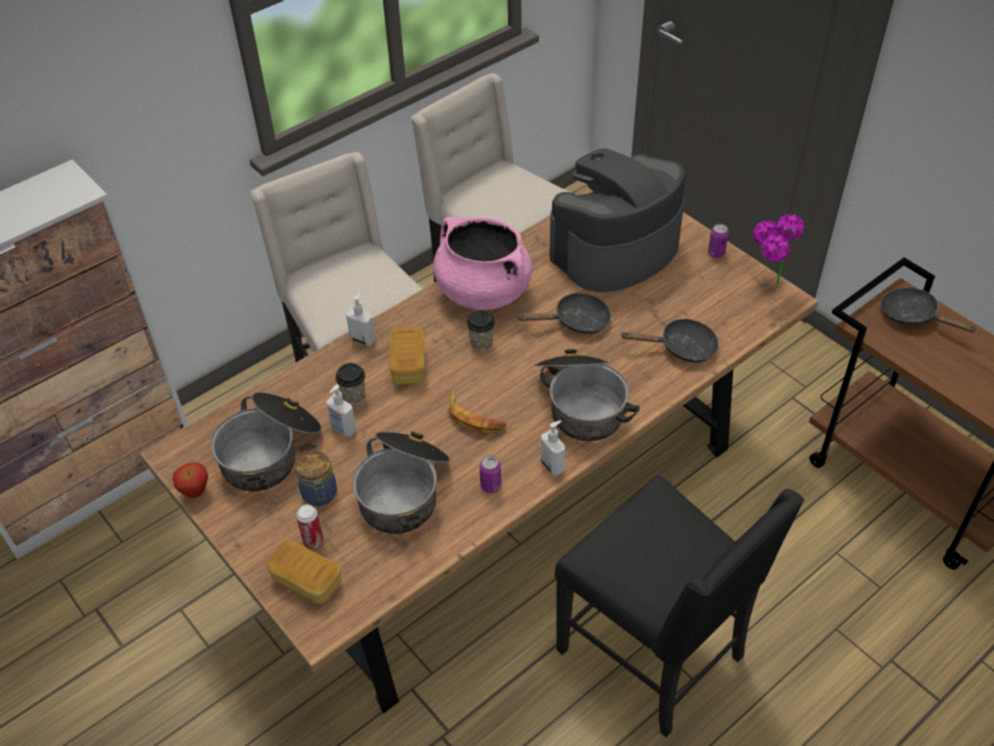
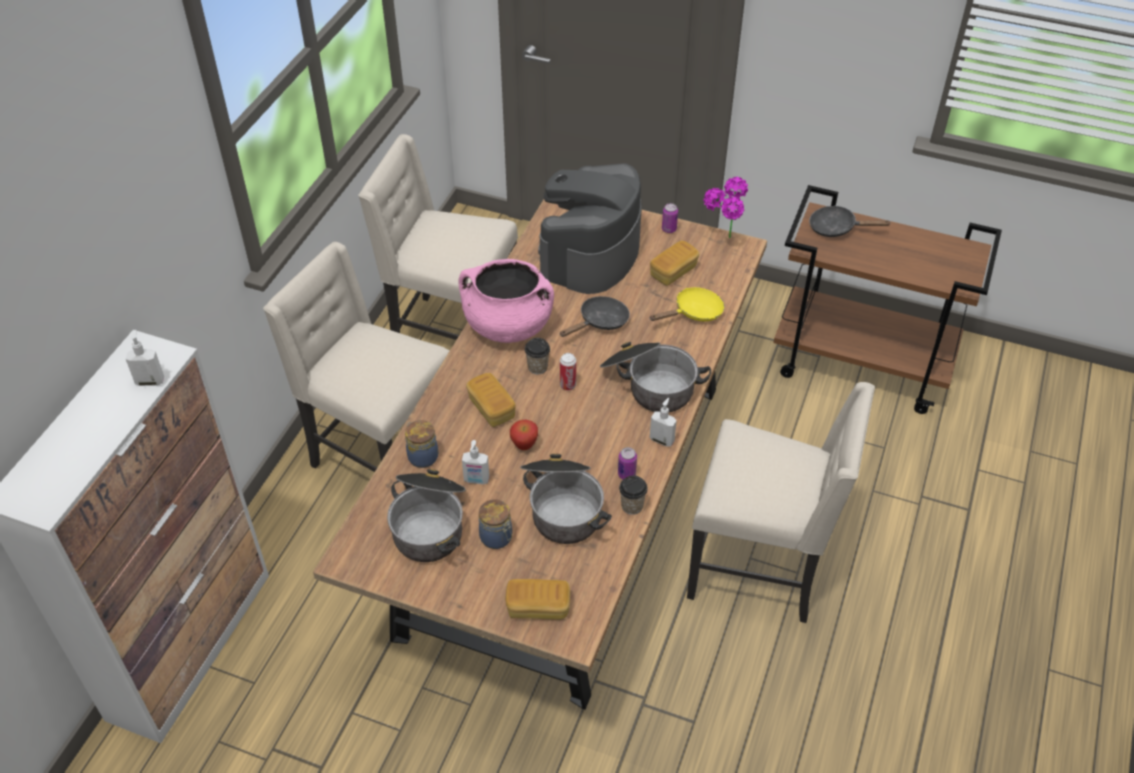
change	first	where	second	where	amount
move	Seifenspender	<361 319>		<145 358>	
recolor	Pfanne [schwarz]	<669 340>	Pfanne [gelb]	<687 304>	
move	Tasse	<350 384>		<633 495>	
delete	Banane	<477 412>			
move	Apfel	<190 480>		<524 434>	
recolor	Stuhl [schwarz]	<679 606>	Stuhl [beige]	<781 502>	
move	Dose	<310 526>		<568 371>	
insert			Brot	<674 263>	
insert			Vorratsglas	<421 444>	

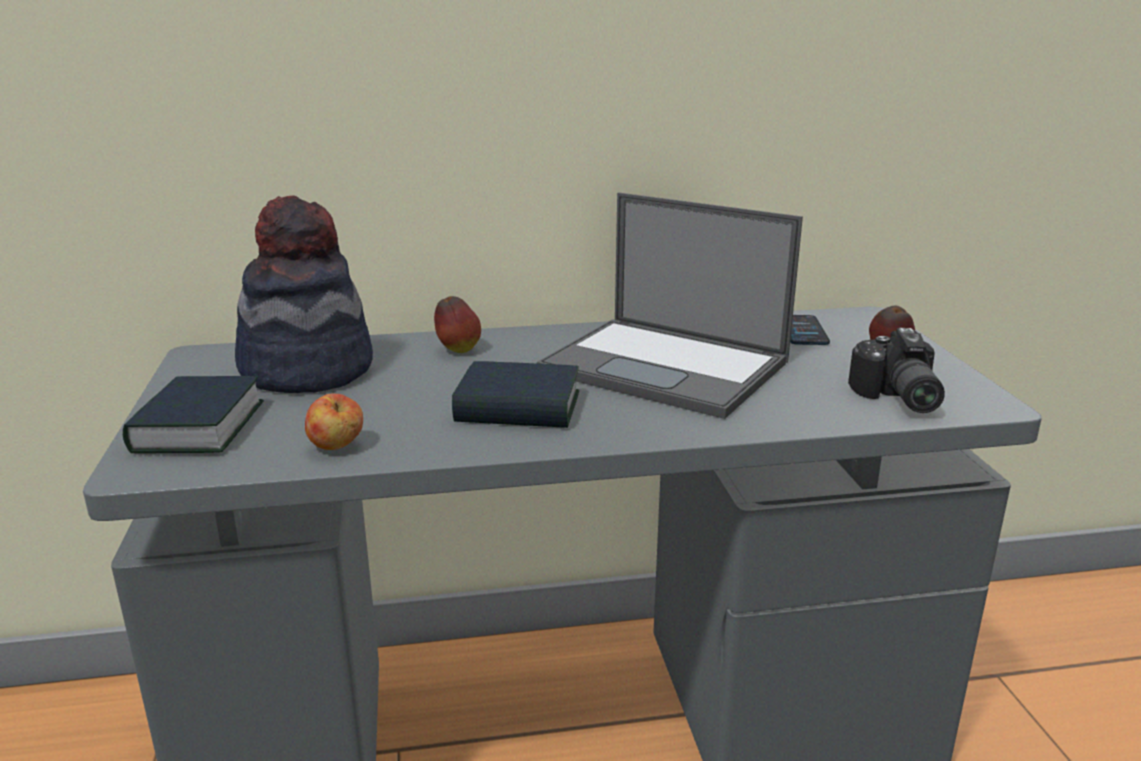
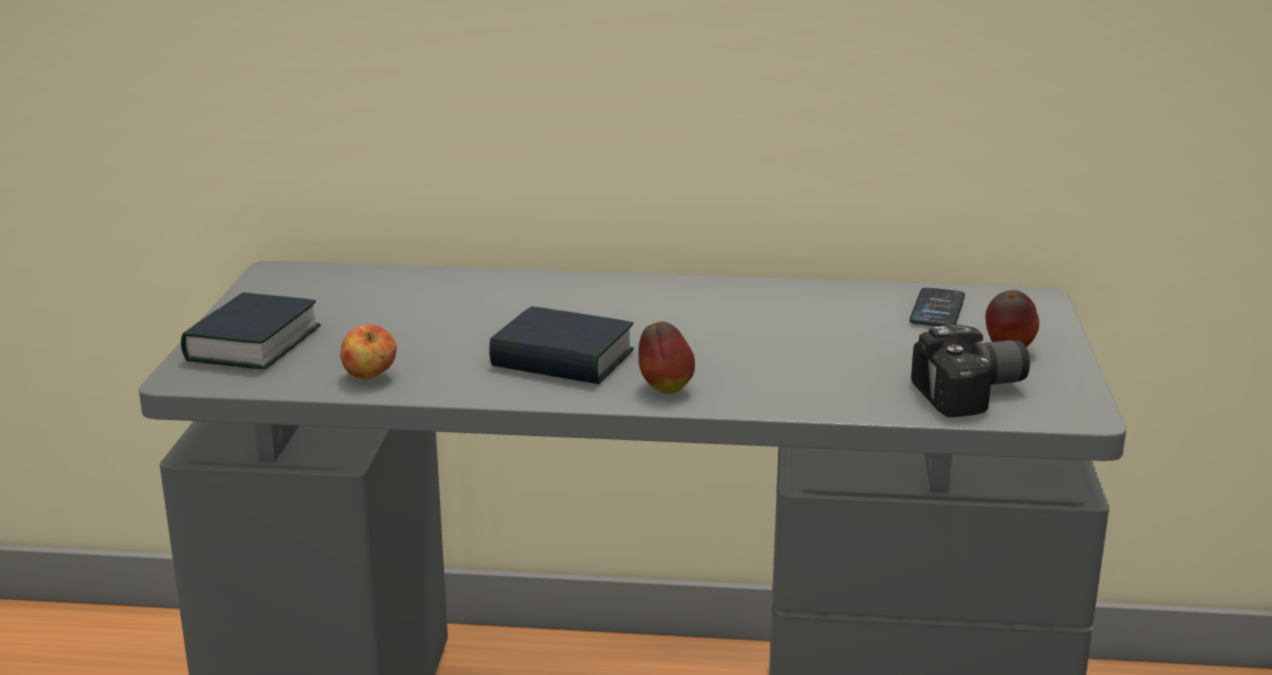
change	first	where	second	where	amount
delete	Laptop	<670 305>			
delete	Hut	<304 294>			
move	Apfel	<457 324>		<666 358>	
rotate	Kamera	<896 370>		<970 370>	120 degrees counterclockwise

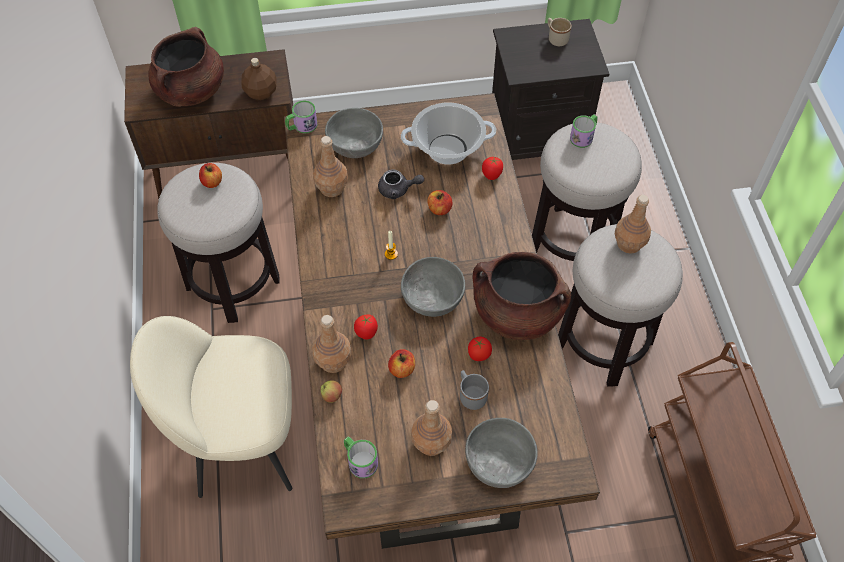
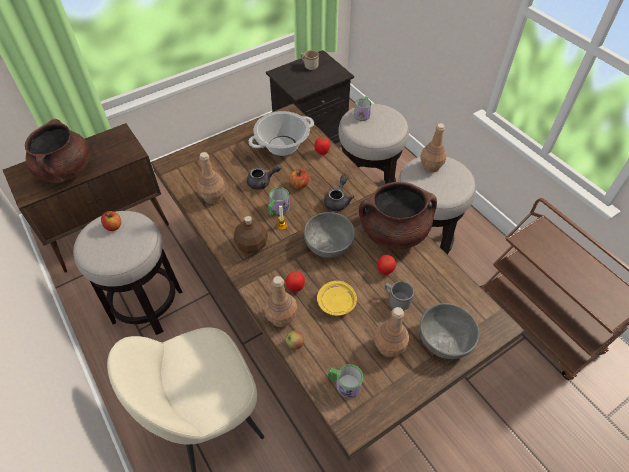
change	first	where	second	where	amount
move	Flasche [braun]	<259 79>		<251 234>	
move	Henkelbecher	<301 116>		<279 201>	
delete	Schüssel [grau]	<354 133>			
replace	Apfel	<401 363>	Teller [gelb]	<337 298>	
insert			Teekanne [grau]	<339 193>	

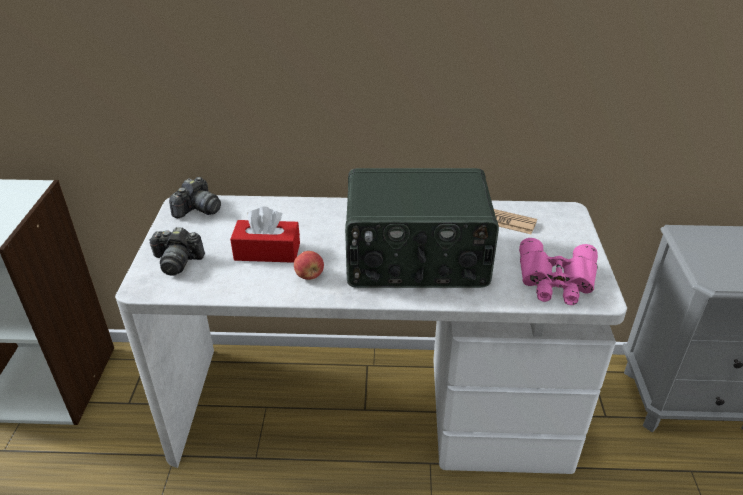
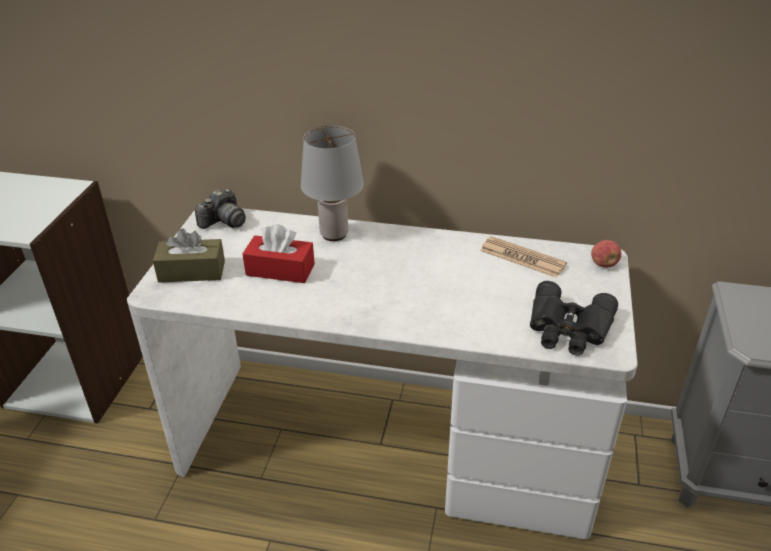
change	first	where	second	where	amount
delete	Radio	<422 228>			
replace	Kamera	<177 251>	Taschentuchbox [braun]	<189 255>	
recolor	Fernglas [rosa]	<558 271>	Fernglas [schwarz]	<574 318>	
move	Apfel	<309 265>		<606 254>	
insert			Tischlampe [grau]	<332 183>	

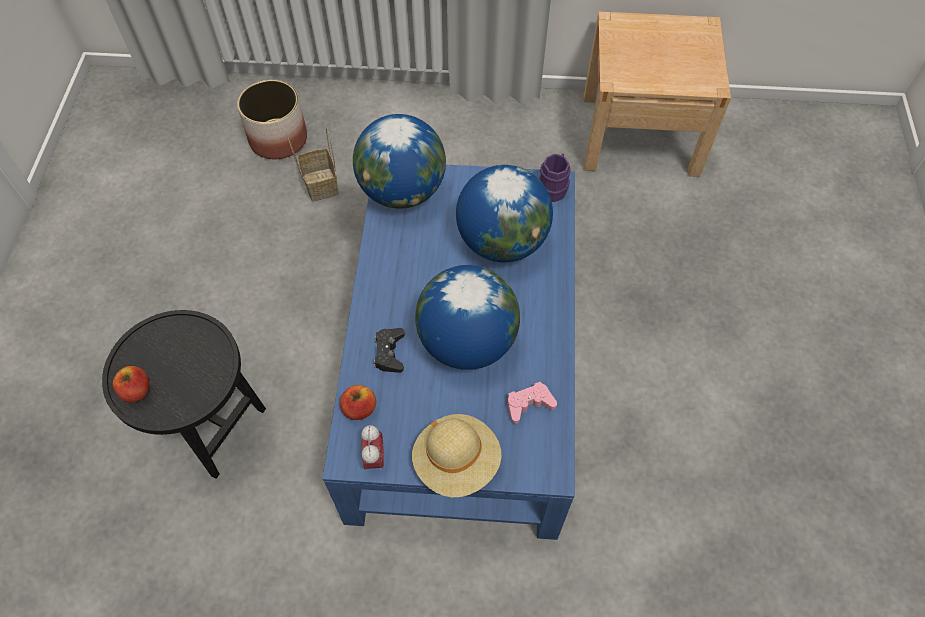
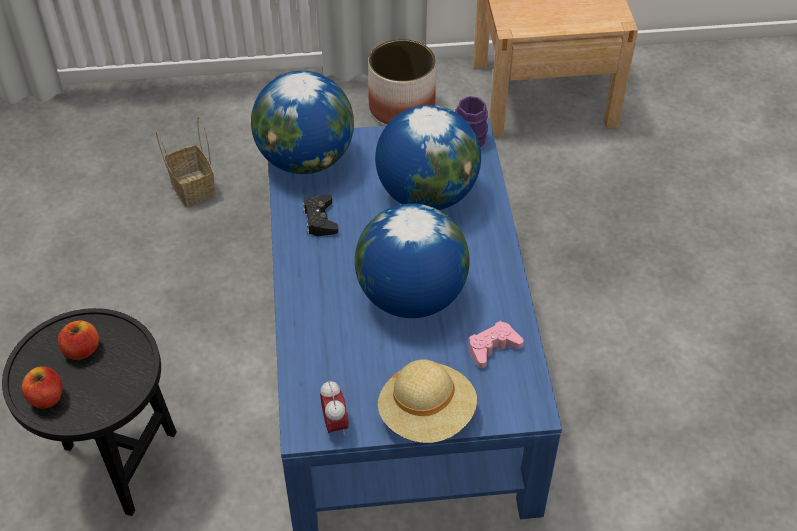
change	first	where	second	where	amount
move	Pflanzkübel	<272 119>		<402 81>	
move	Gamepad [schwarz]	<389 350>		<321 215>	
move	Apfel	<358 402>		<78 340>	

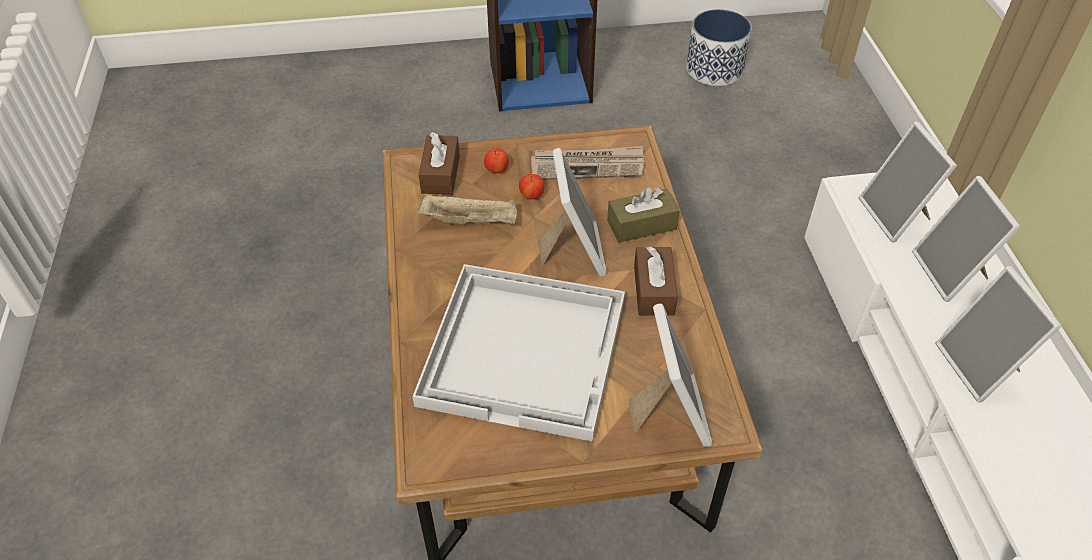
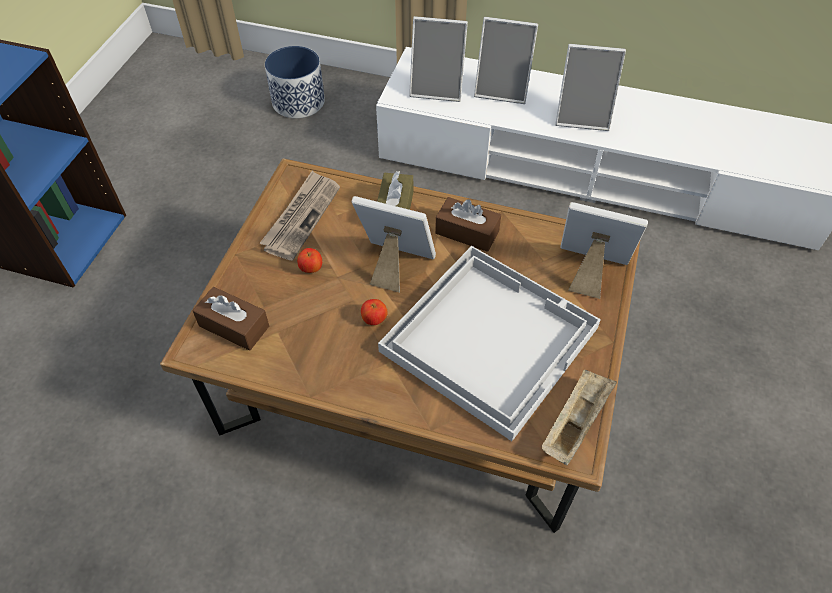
change	first	where	second	where	amount
move	Pflanzkübel	<719 47>		<295 82>	
move	Apfel	<496 160>		<374 312>	
move	Tablett [beige]	<467 210>		<579 417>	

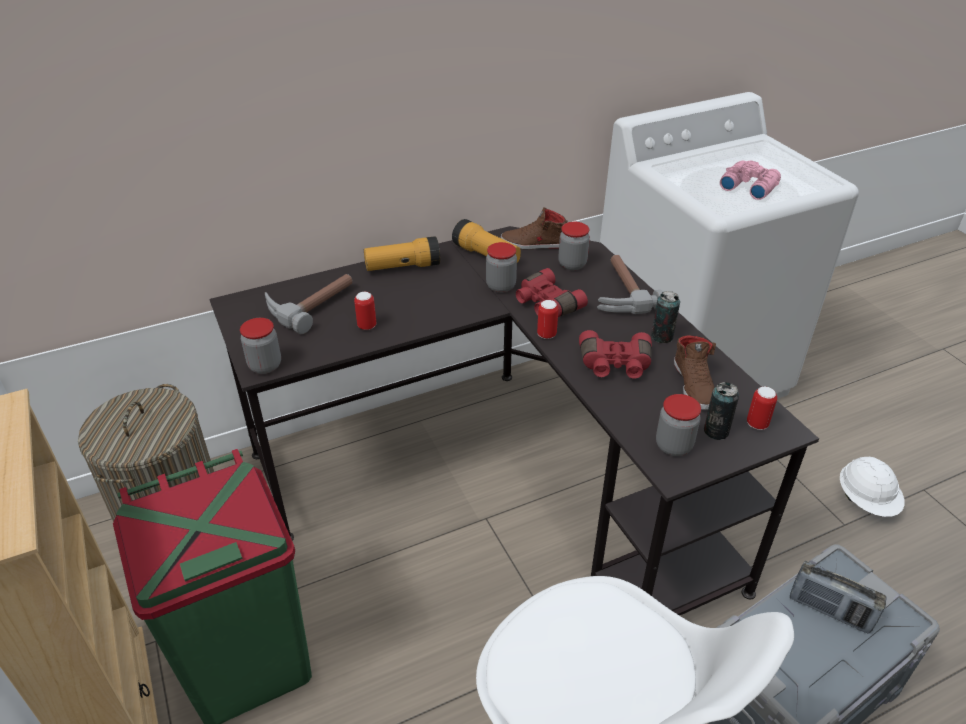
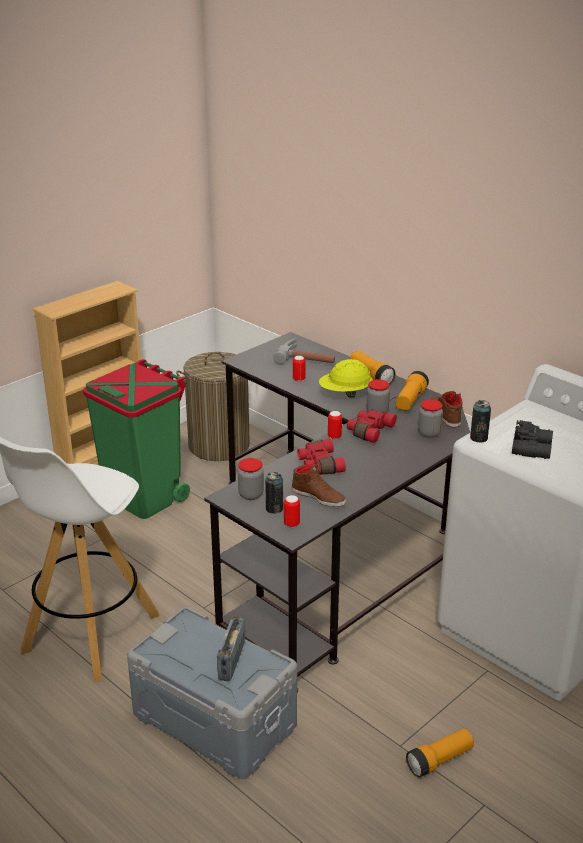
change	first	where	second	where	amount
recolor	Fernglas [rosa]	<750 180>	Fernglas [schwarz]	<532 439>	
delete	Hammer	<630 284>			
move	Dose	<665 317>		<480 421>	
delete	Vorratsglas	<260 346>			
rotate	Schuh [braun]	<695 372>		<318 485>	120 degrees counterclockwise
replace	Schutzhelm [weiß]	<872 487>	Taschenlampe	<440 753>	
insert			Schutzhelm [gelb]	<346 378>	

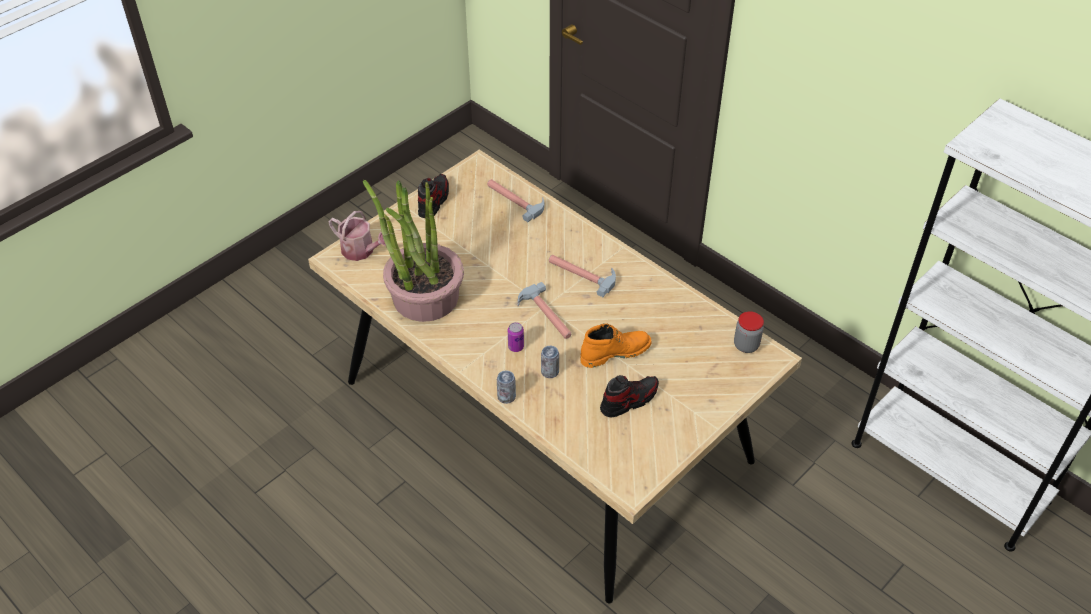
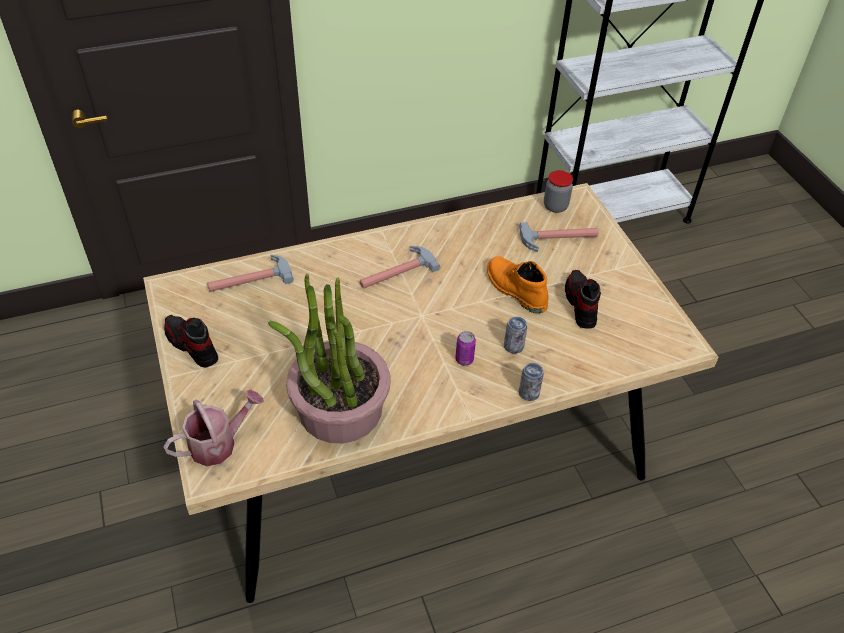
change	first	where	second	where	amount
move	Hammer	<544 310>		<559 237>	
rotate	Stiefel [orange]	<615 345>		<517 284>	45 degrees counterclockwise

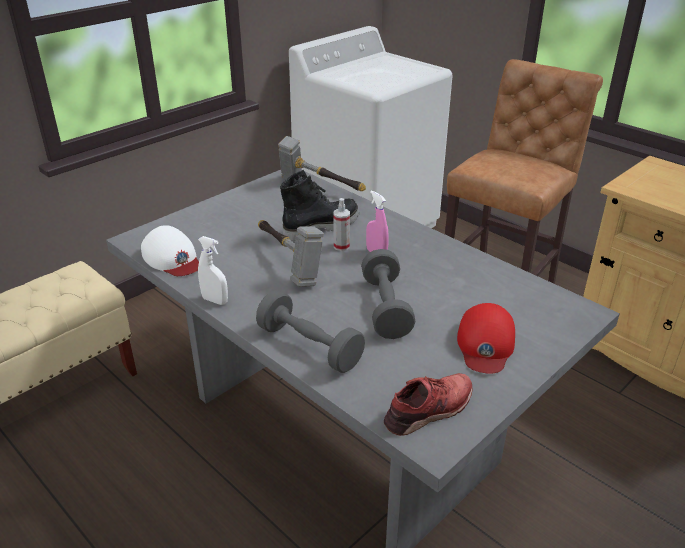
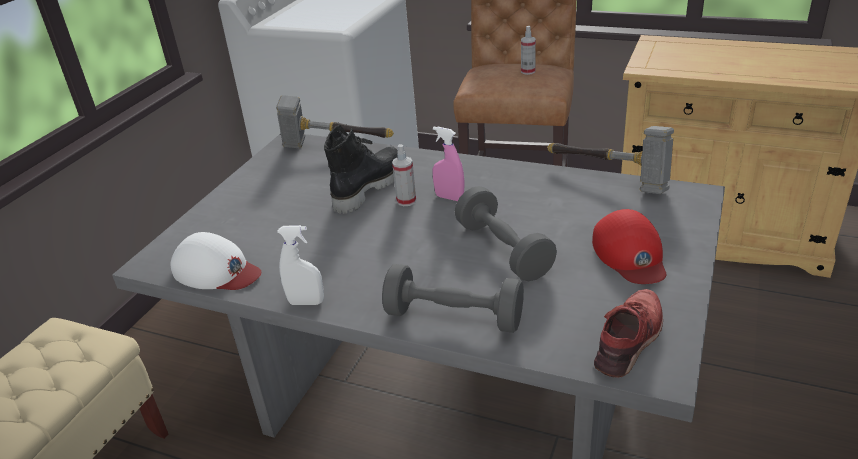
change	first	where	second	where	amount
move	Hammer	<291 253>		<610 160>	
insert			Sprühflasche	<528 50>	

